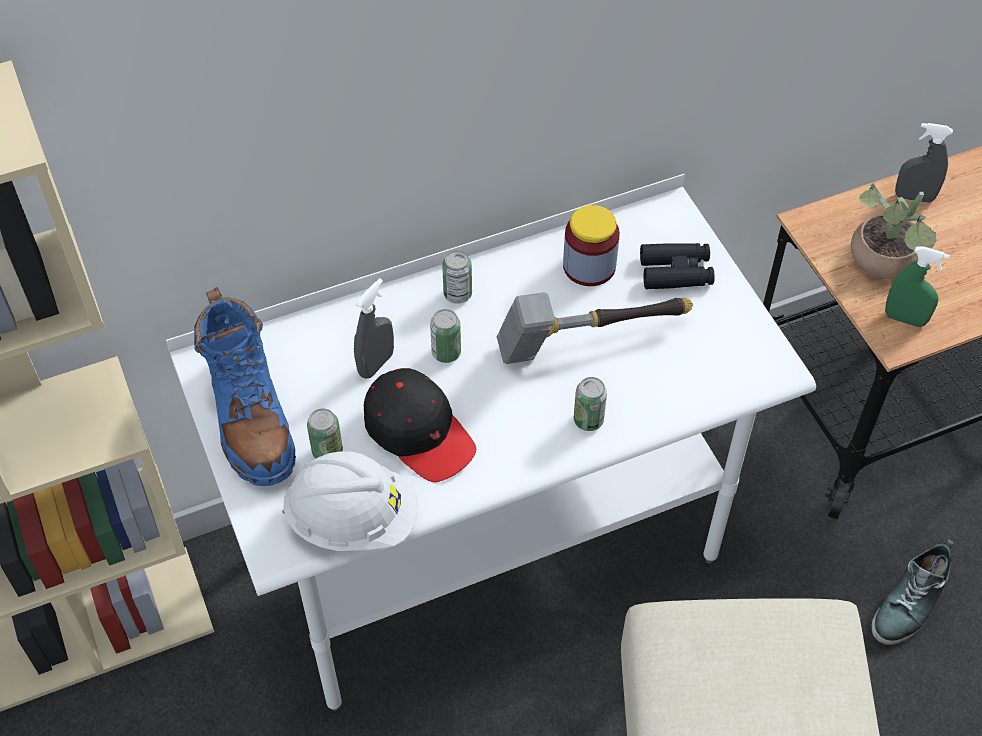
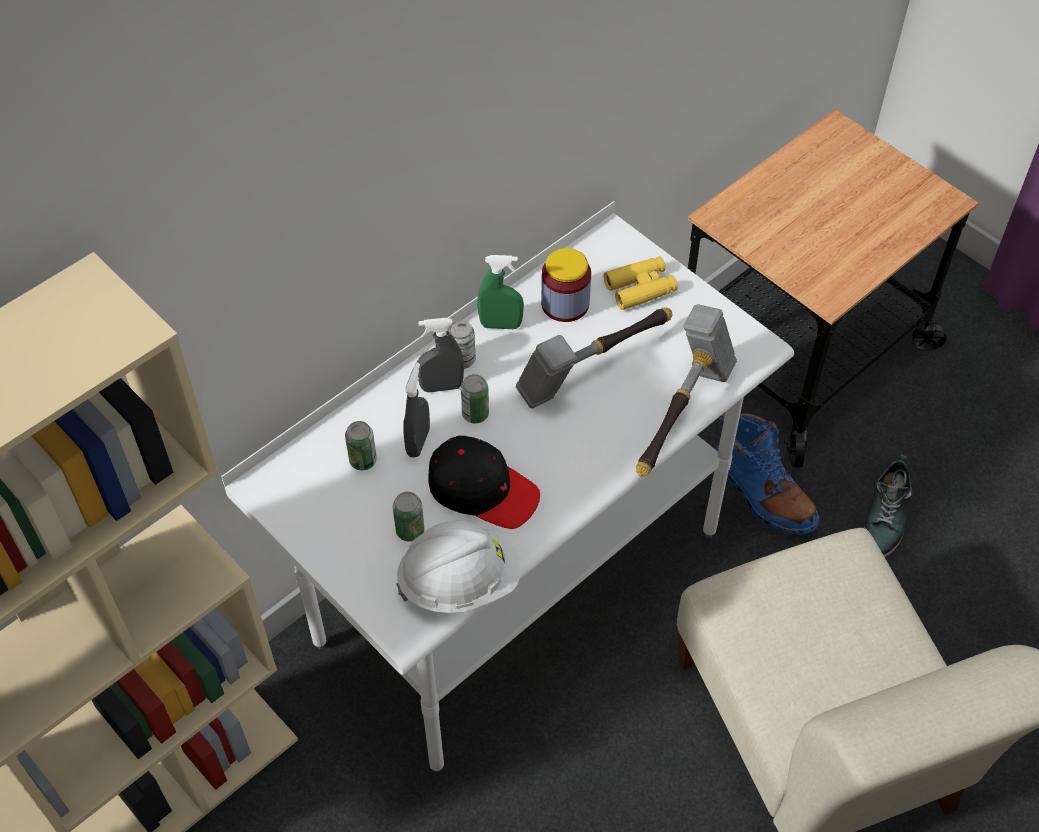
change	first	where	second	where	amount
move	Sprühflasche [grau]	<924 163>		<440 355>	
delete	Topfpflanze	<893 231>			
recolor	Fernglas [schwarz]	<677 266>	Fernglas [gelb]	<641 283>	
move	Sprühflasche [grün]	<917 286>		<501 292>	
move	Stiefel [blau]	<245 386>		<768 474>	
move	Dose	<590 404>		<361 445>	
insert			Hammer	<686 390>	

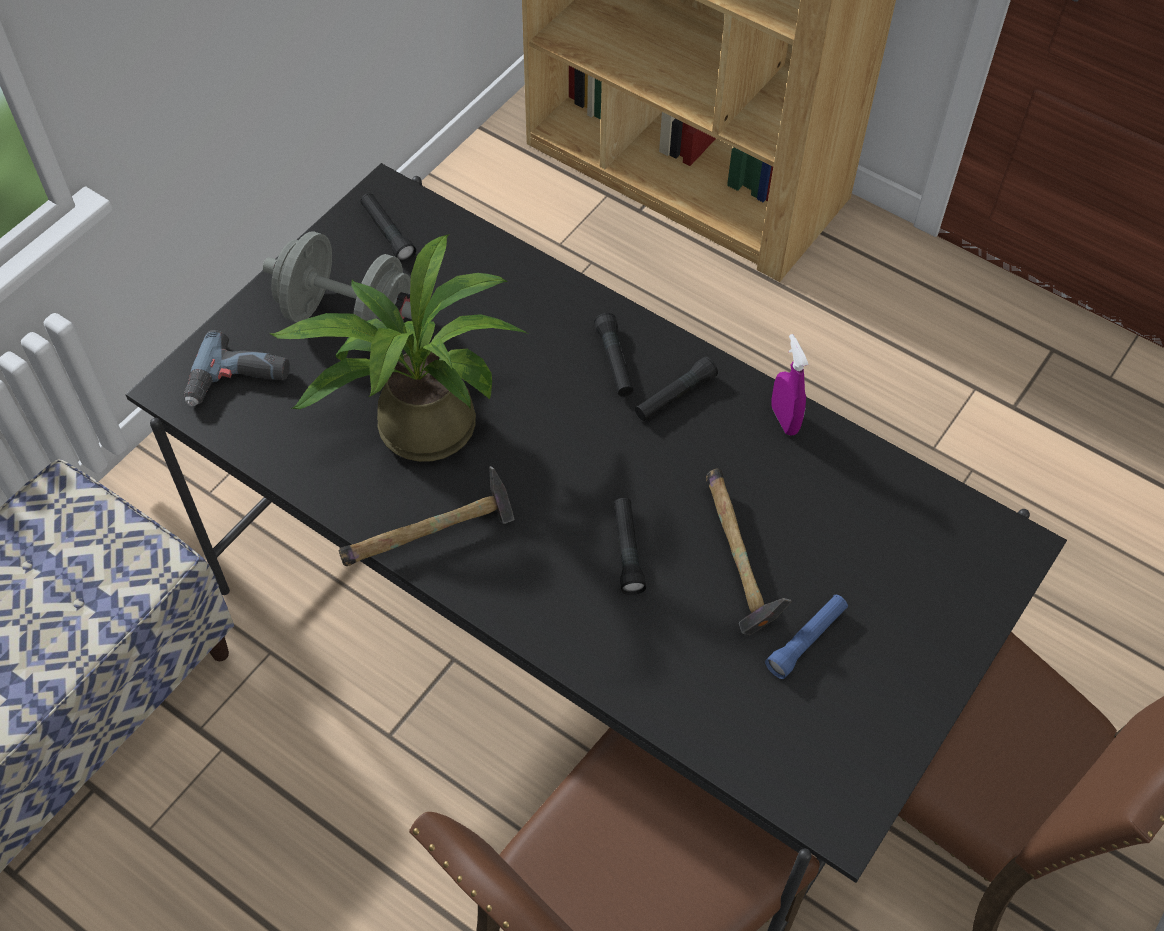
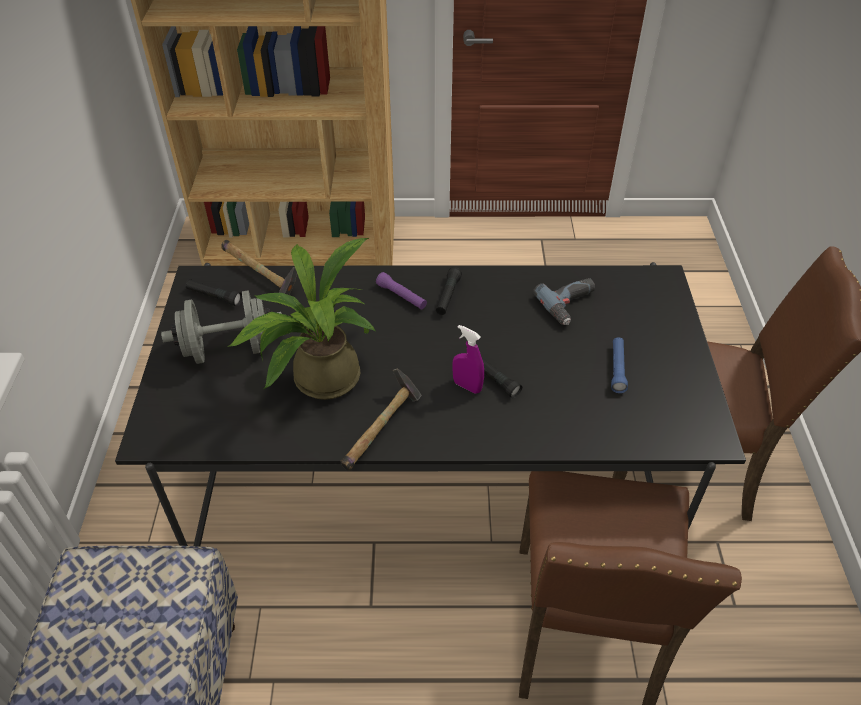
change	first	where	second	where	amount
recolor	Taschenlampe [schwarz]	<614 355>	Taschenlampe [lila]	<401 291>	
move	Bohrmaschine	<236 368>		<564 301>	
move	Sprühflasche [lila]	<789 384>		<468 359>	
move	Hammer	<749 551>		<259 267>	

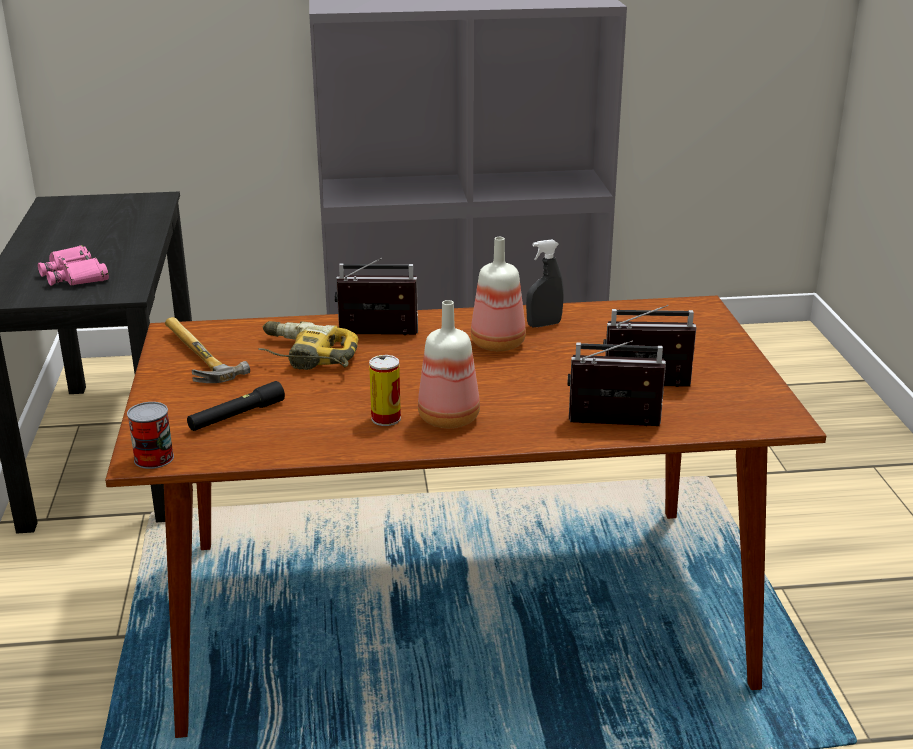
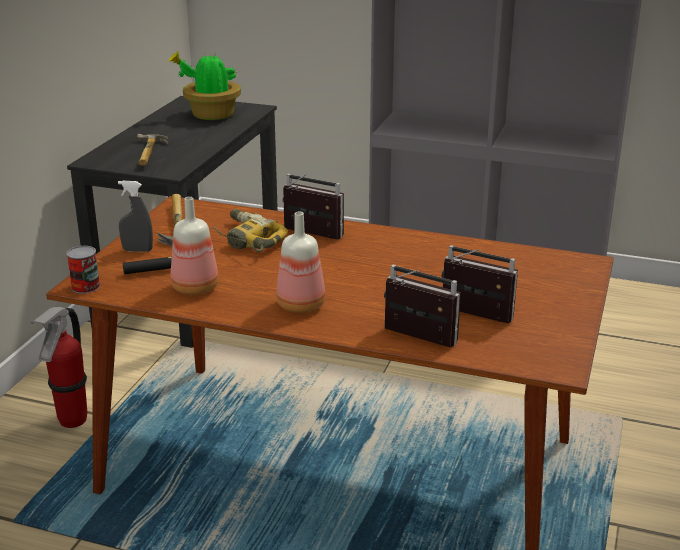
change	first	where	second	where	amount
move	Flasche	<498 294>		<195 246>	
move	Sprühflasche [grau]	<545 283>		<135 216>	
replace	Fernglas [rosa]	<73 265>	Hammer	<152 150>	
delete	Dose	<385 390>			
insert			Topfpflanze	<204 85>	
insert			Feuerlöscher	<59 367>	

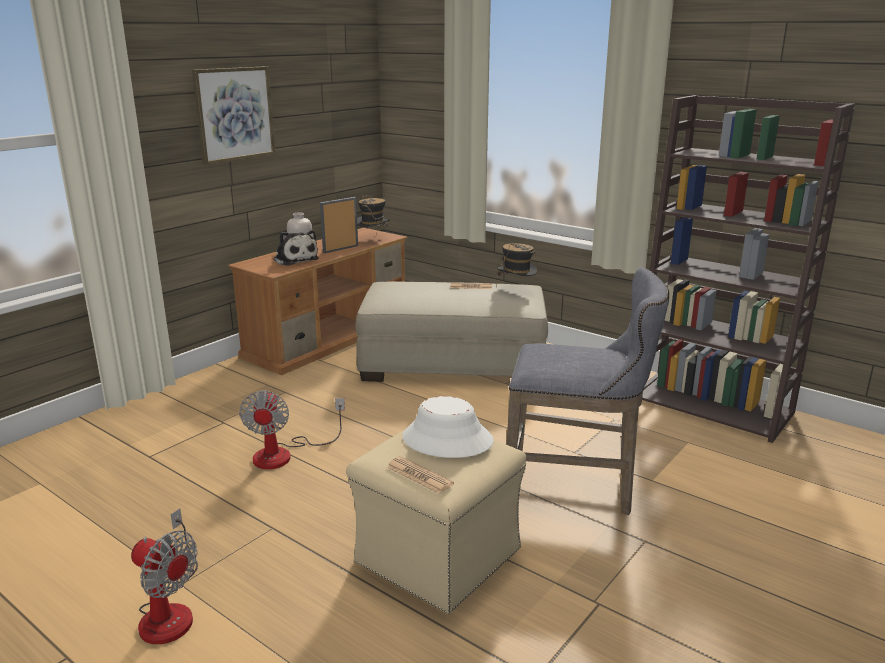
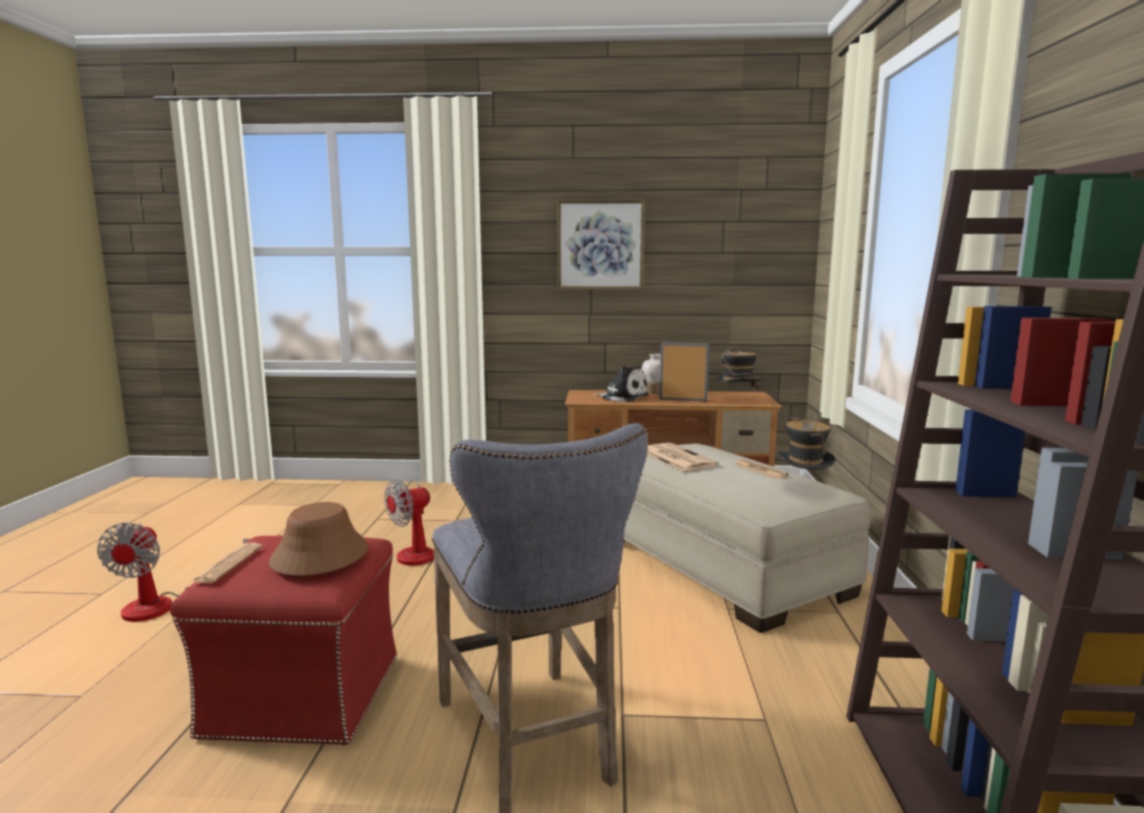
change	first	where	second	where	amount
rotate	Plüschtier	<296 248>		<621 384>	75 degrees counterclockwise
recolor	Hut [weiß]	<448 427>	Hut [braun]	<318 539>	
recolor	Polsterhocker [beige]	<436 521>	Polsterhocker [rot]	<283 641>	
insert			Zeitung	<682 457>	

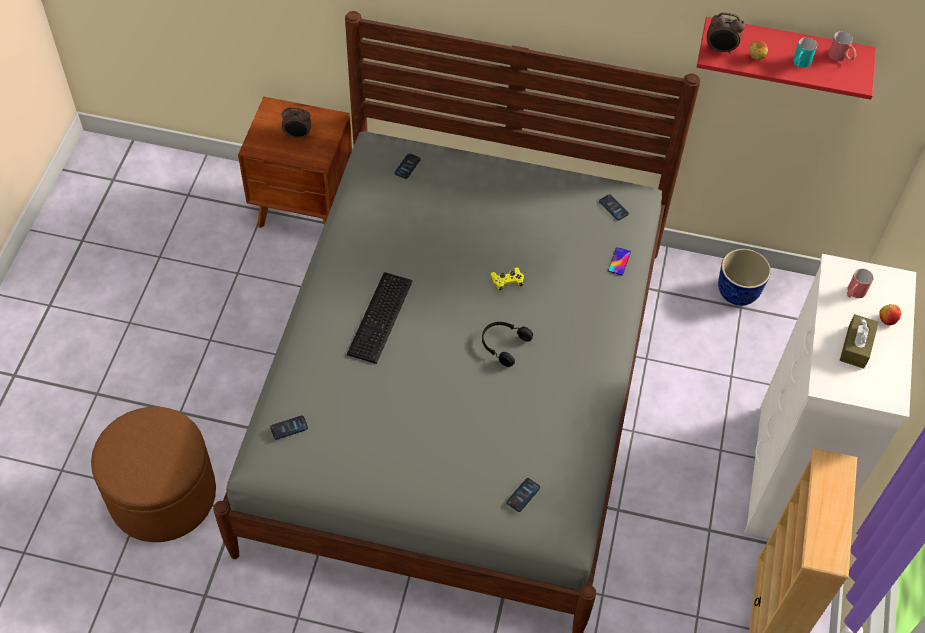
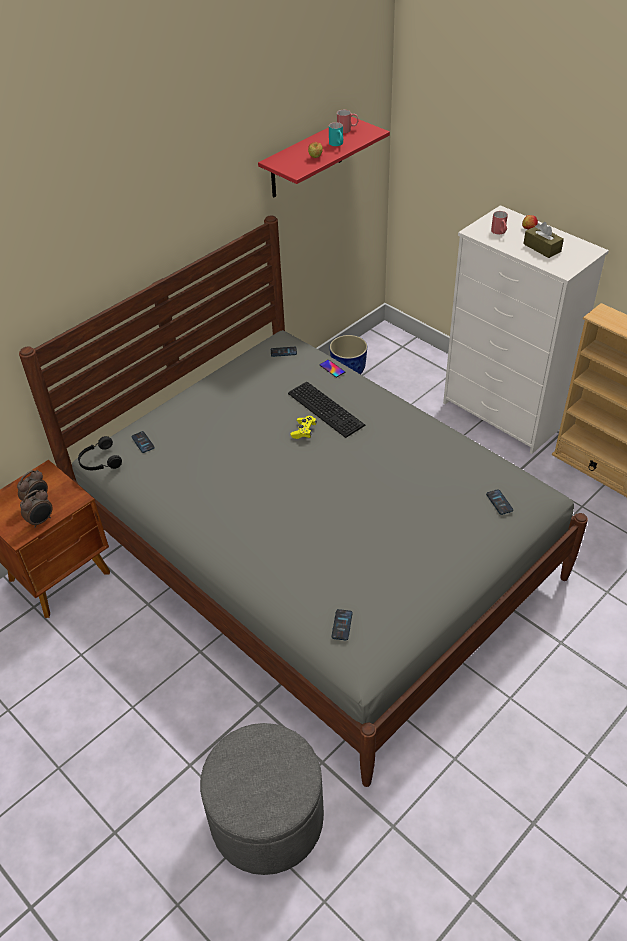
change	first	where	second	where	amount
move	Wecker	<726 33>		<36 509>	
move	Tastatur	<380 318>		<327 410>	
move	Kopfhörer [schwarz]	<507 344>		<100 453>	
recolor	Polsterhocker [braun]	<153 474>	Polsterhocker [grau]	<262 799>	

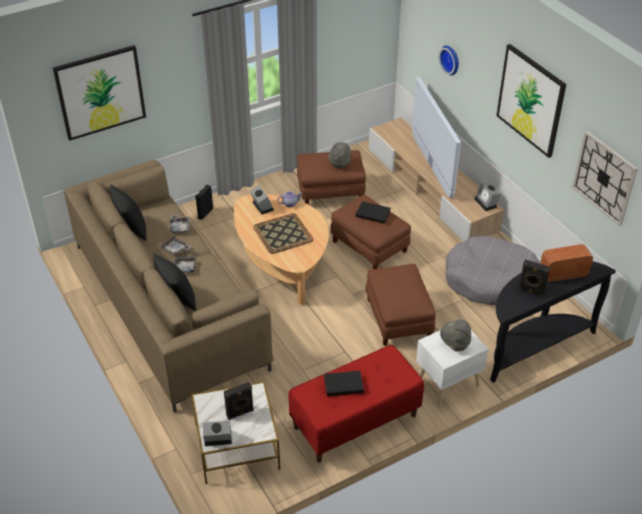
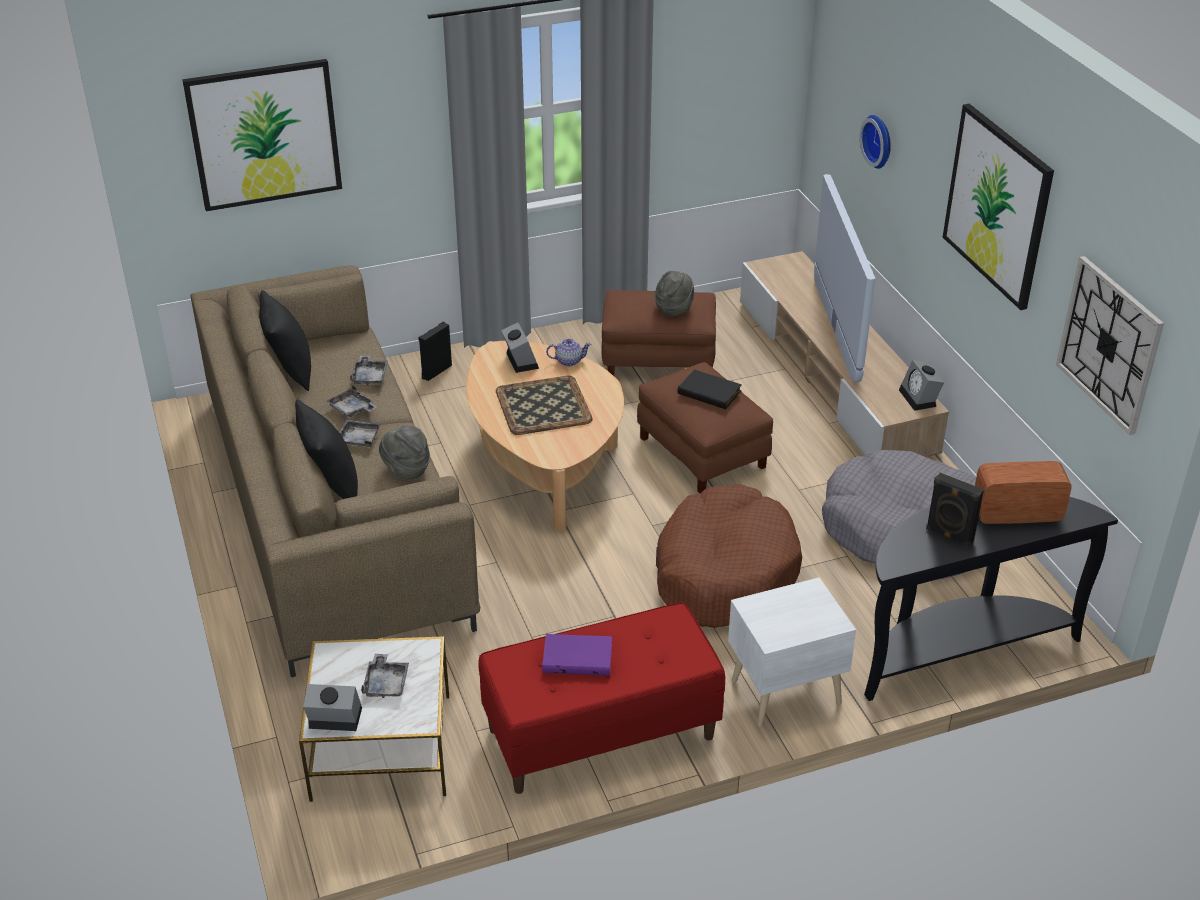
change	first	where	second	where	amount
replace	Polsterhocker [braun]	<401 305>	Hundebett [braun]	<729 556>	
move	Hut [grau]	<455 336>		<404 452>	
recolor	Buch [schwarz]	<344 383>	Buch [lila]	<577 654>	
replace	Lautsprecher [schwarz]	<239 401>	Tablett [grau]	<385 676>	

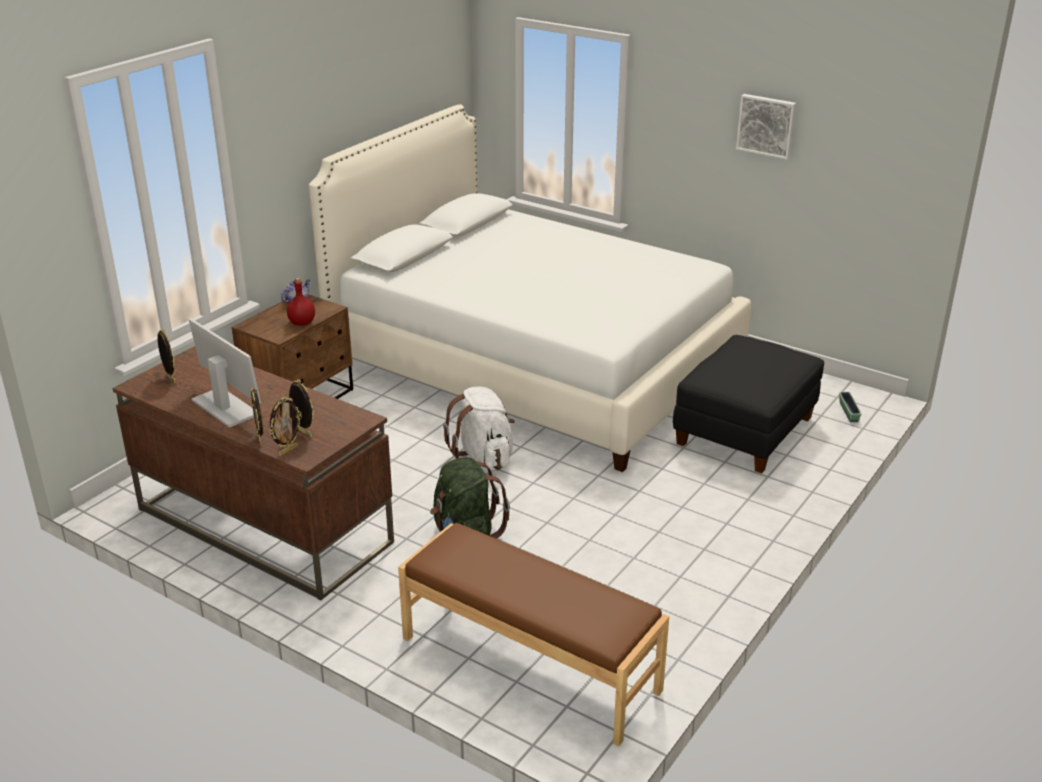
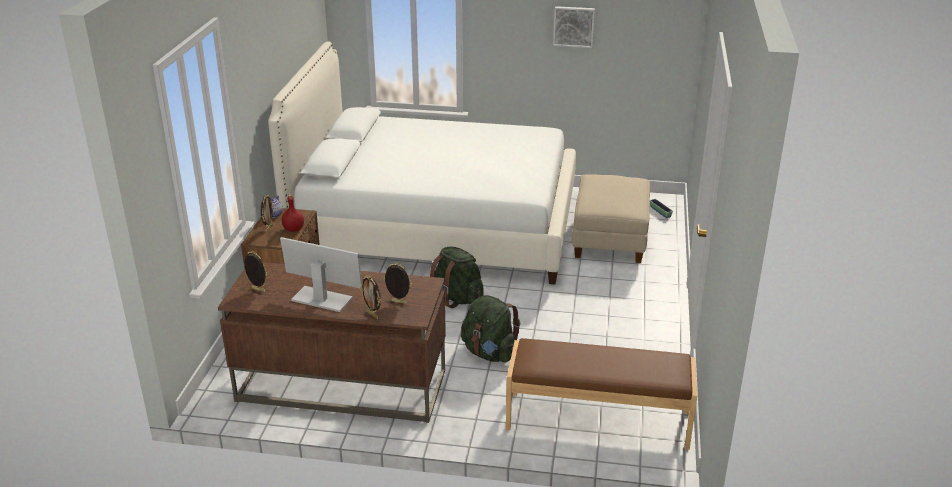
change	first	where	second	where	amount
recolor	Polsterhocker [schwarz]	<748 404>	Polsterhocker [beige]	<611 218>	
recolor	Rucksack [weiß]	<479 429>	Rucksack [grün]	<457 277>	
move	Bilderrahmen	<285 426>		<267 213>	

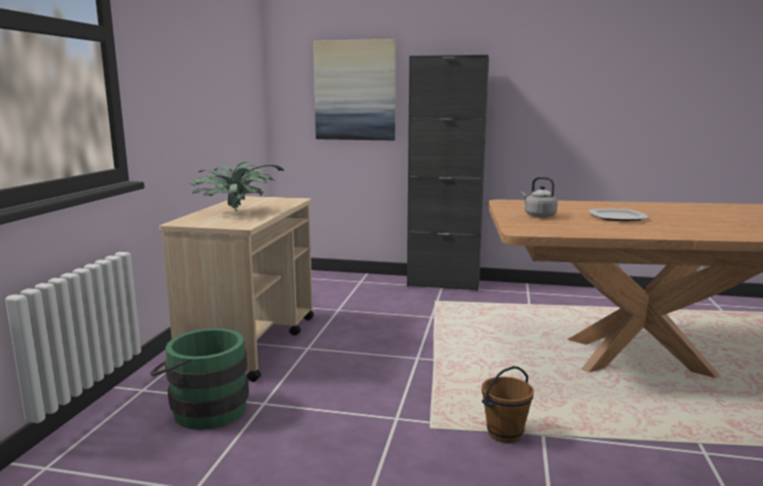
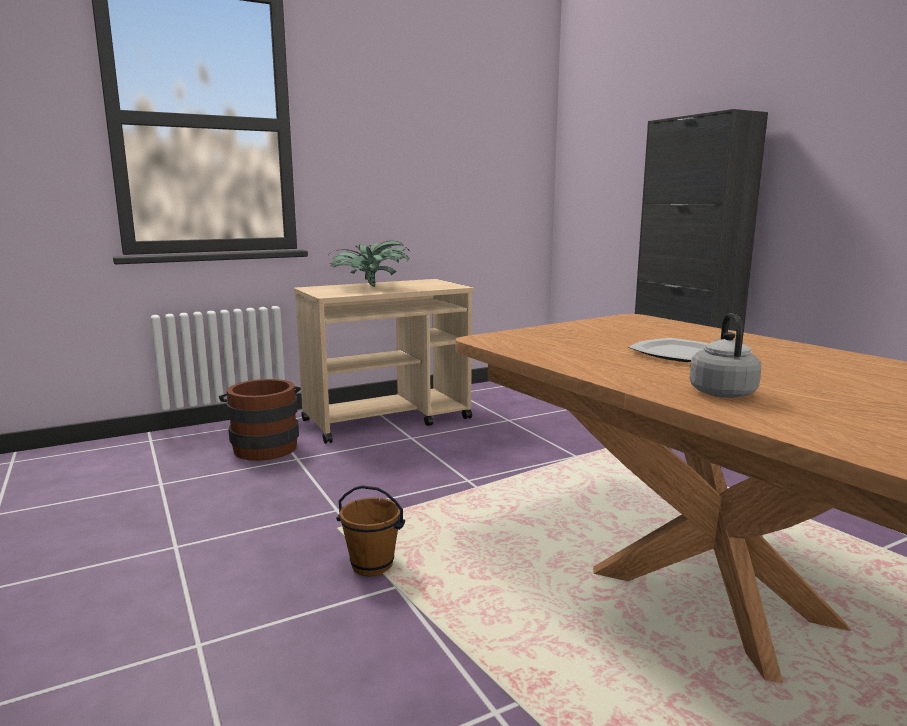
change	first	where	second	where	amount
delete	Bild	<354 89>			
move	Wasserkessel [grau]	<539 197>		<726 355>	
recolor	Eimer [grün]	<199 379>	Eimer [braun]	<260 420>	

